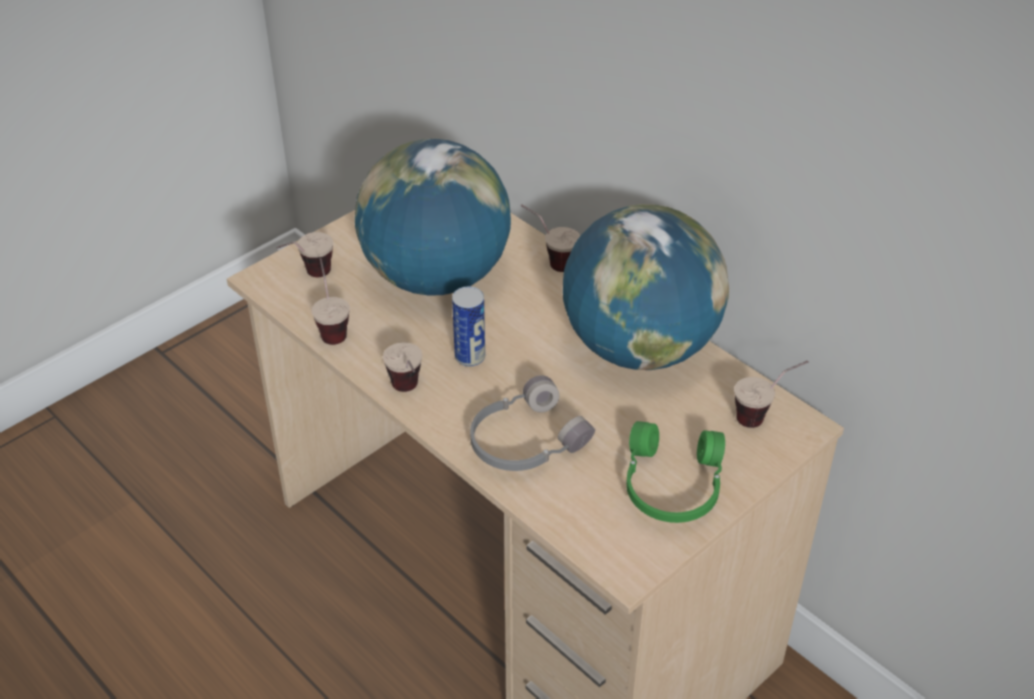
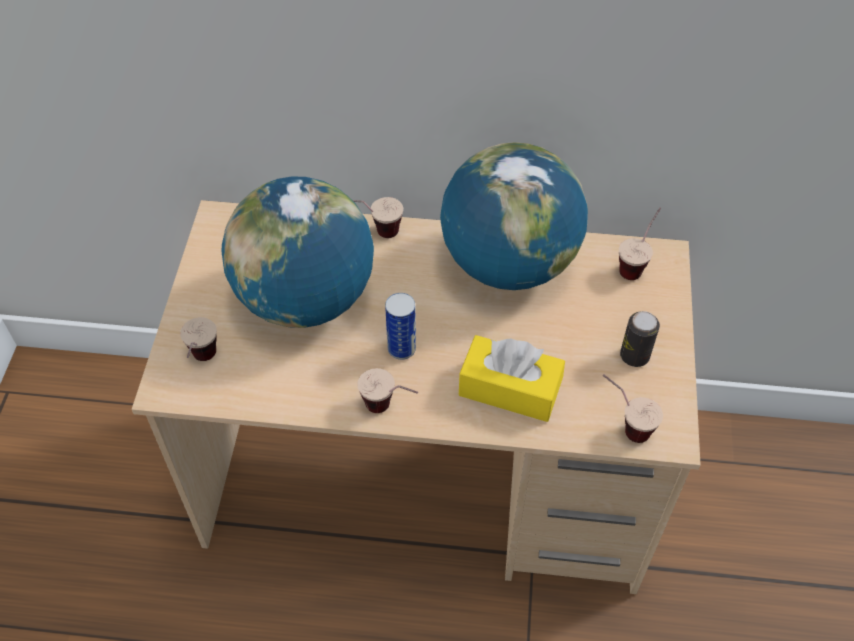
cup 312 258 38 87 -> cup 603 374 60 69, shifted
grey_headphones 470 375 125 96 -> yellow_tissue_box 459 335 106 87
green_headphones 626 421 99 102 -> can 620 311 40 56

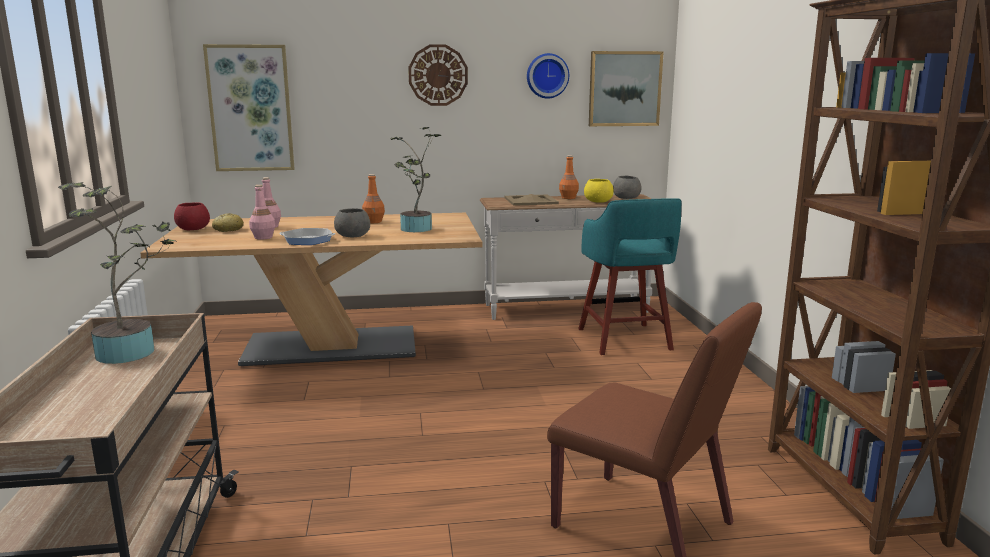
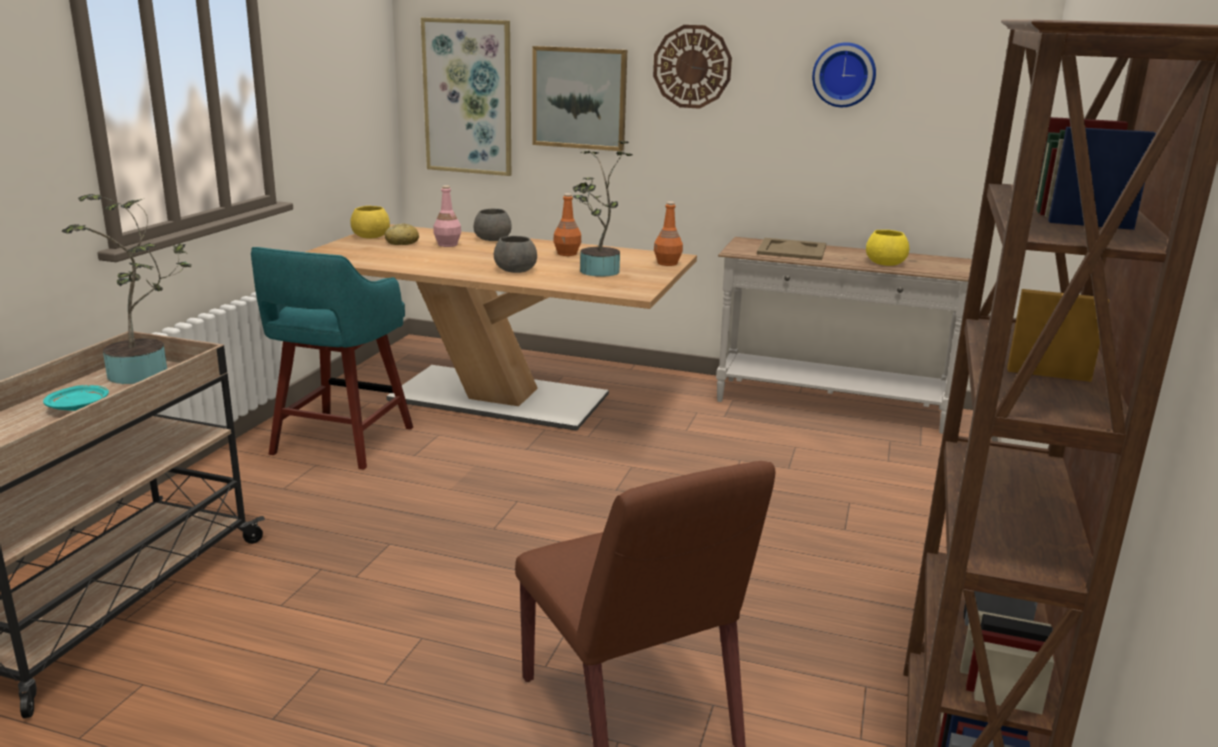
red_bowl 174 203 36 27 -> yellow_bowl 350 206 40 32
pink_bottle 249 185 26 55 -> none
frying_pan 279 228 56 17 -> none
orange_bottle 559 155 20 44 -> orange_bottle 654 201 29 65, shifted
turquoise_stool 578 198 103 157 -> turquoise_stool 251 247 162 223, shifted
picture 589 51 75 75 -> picture 532 46 95 105, shifted
grey_bowl 613 176 29 23 -> grey_bowl 474 209 38 32, shifted
none -> turquoise_plate 43 385 66 26

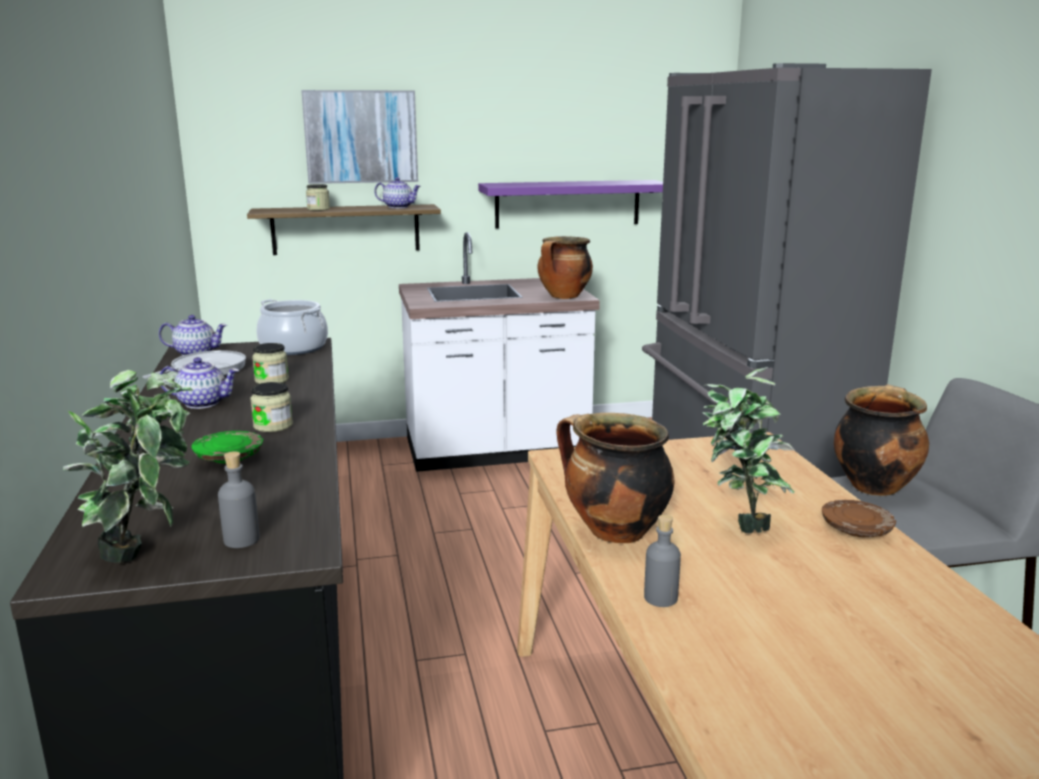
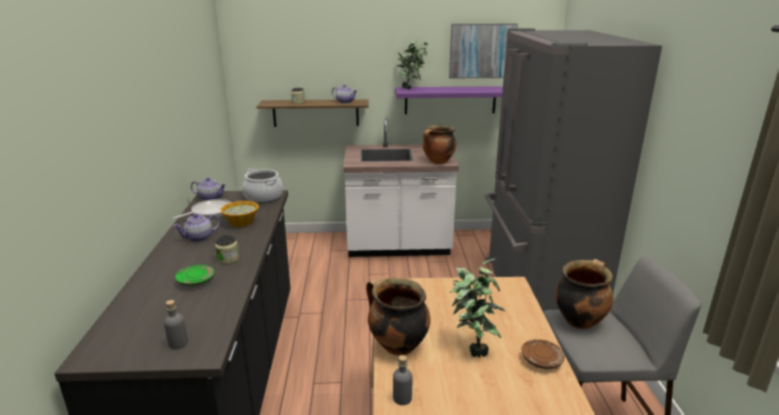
potted_plant 63 370 130 193 -> potted_plant 397 41 31 49, shifted
teapot 160 357 79 52 -> teapot 173 214 47 28, 135 degrees clockwise
jar 252 343 37 41 -> bowl 220 201 39 26
picture 301 90 117 94 -> picture 449 24 69 54, shifted

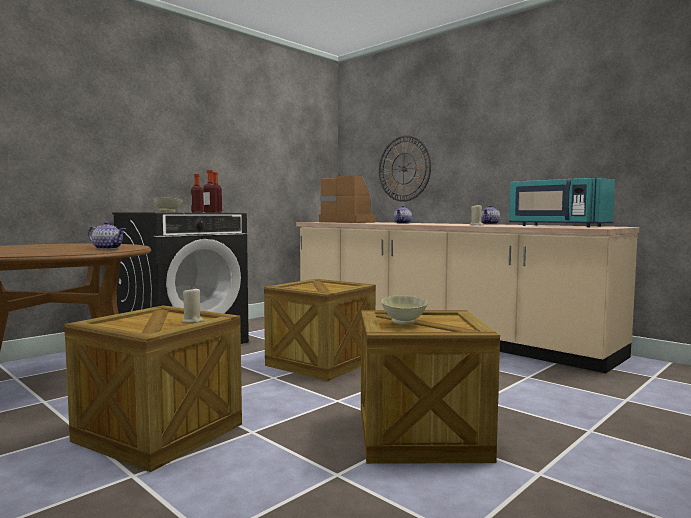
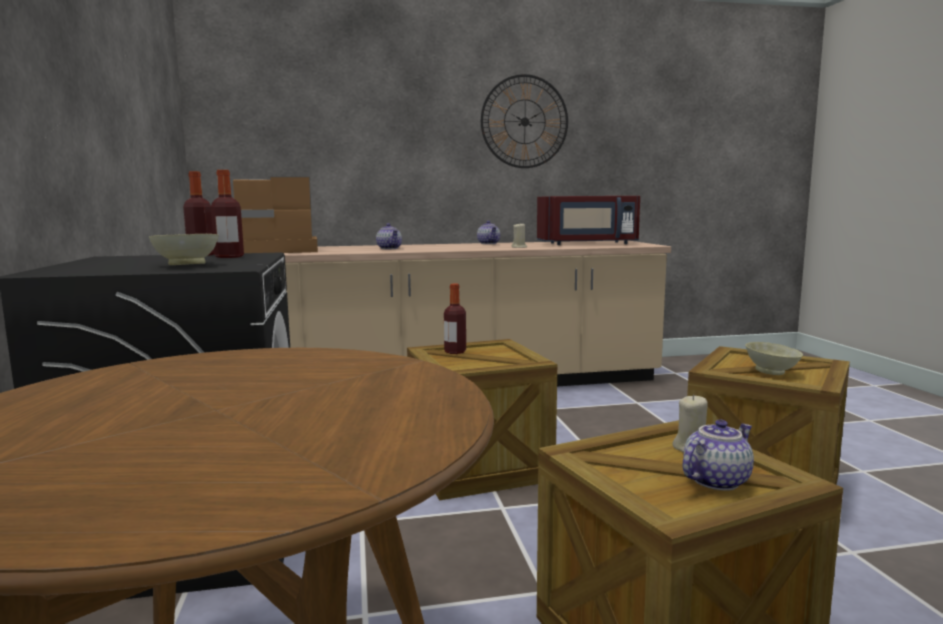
teapot 88 221 37 29 -> teapot 683 419 71 72, shifted
bottle 191 174 13 39 -> bottle 444 284 22 70, shifted
wall_clock 379 135 52 67 -> wall_clock 481 74 87 94, shifted
turquoise_microwave 509 178 106 49 -> red_microwave 537 196 103 49

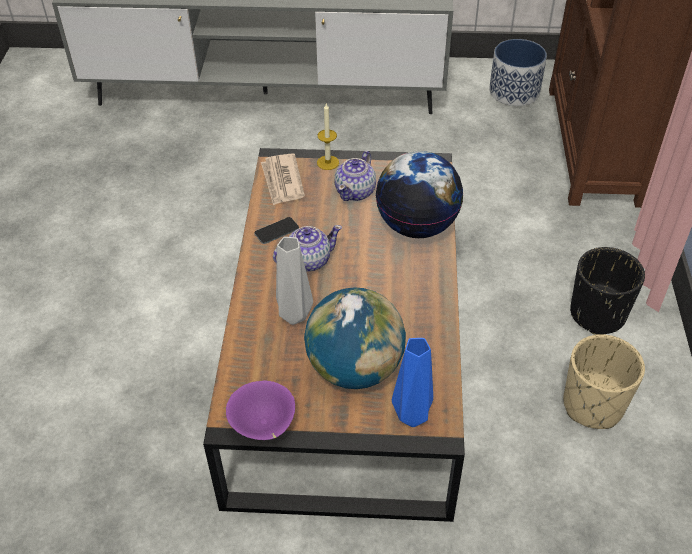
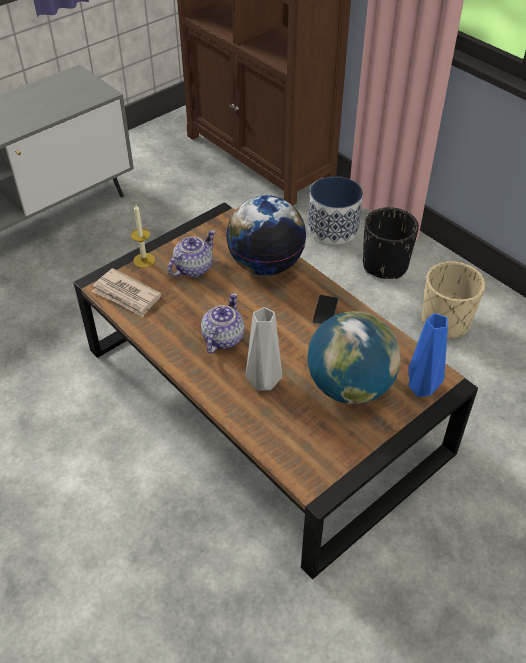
purple_bowl 226 380 69 60 -> none
phone 254 217 45 27 -> phone 312 295 26 30, shifted
teapot 335 151 41 50 -> teapot 168 230 48 47, 120 degrees counterclockwise
planter 489 39 58 67 -> planter 308 176 55 68, shifted

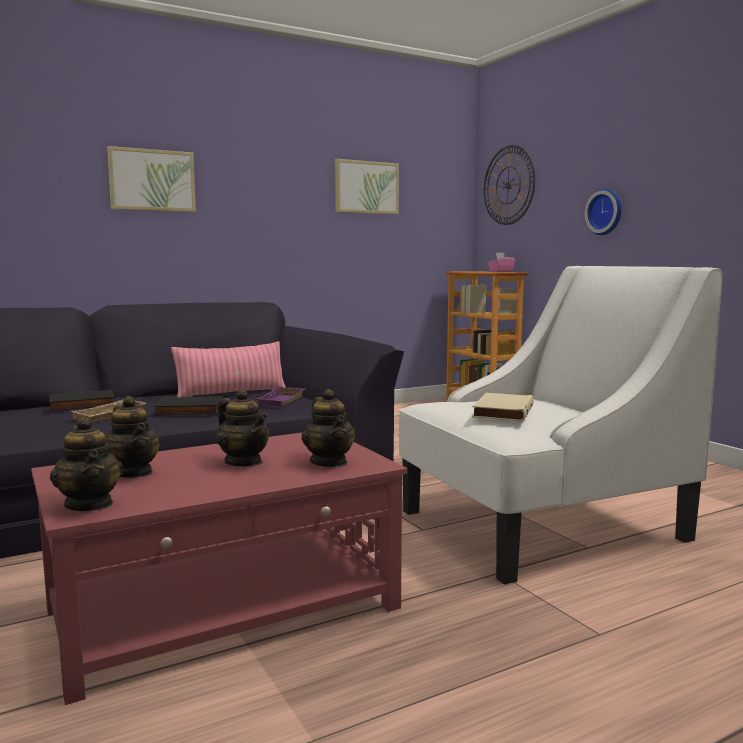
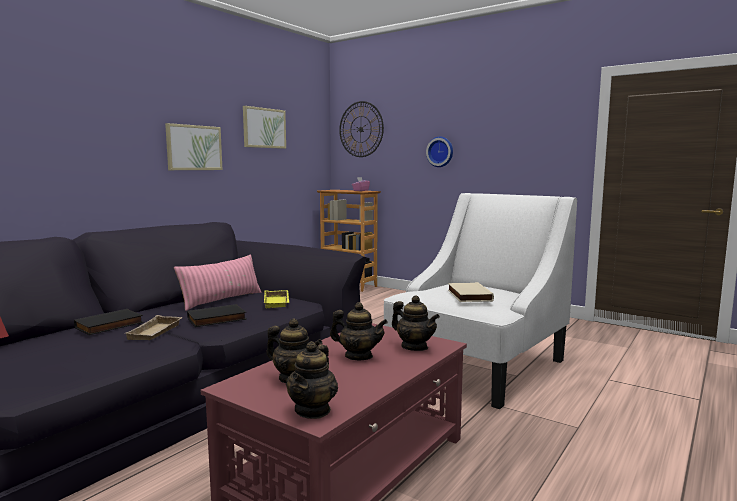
teapot 50 417 73 94 -> teapot 286 341 52 78, 75 degrees clockwise
picture 107 146 89 66 -> picture 165 123 58 47, shifted
purple_tray 255 386 51 20 -> yellow_tray 264 290 25 18

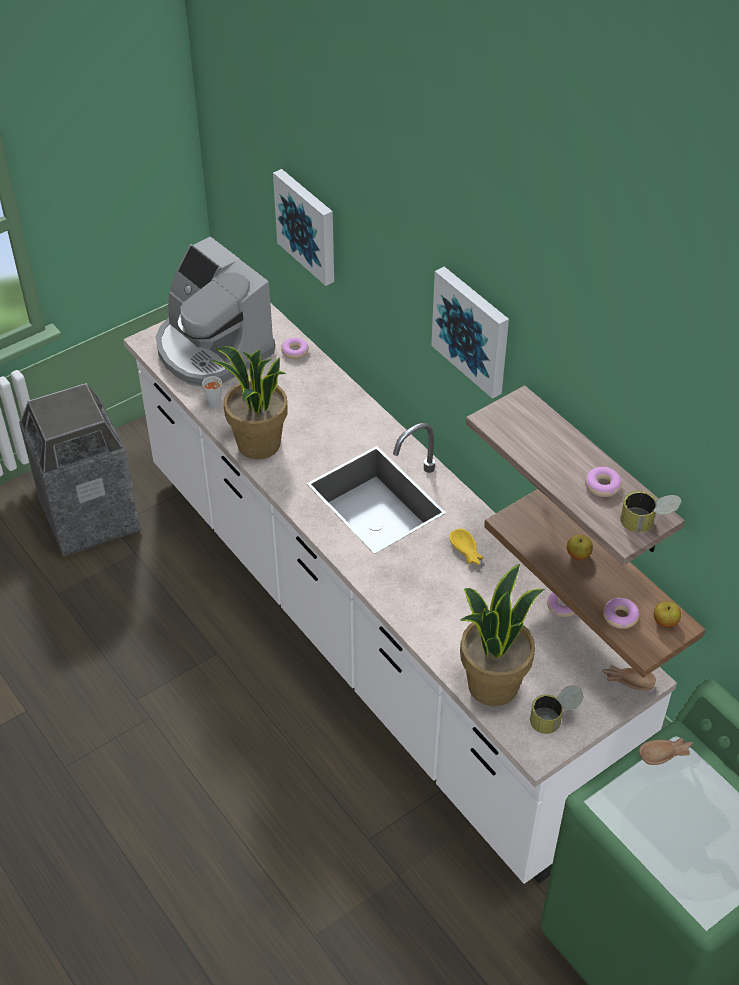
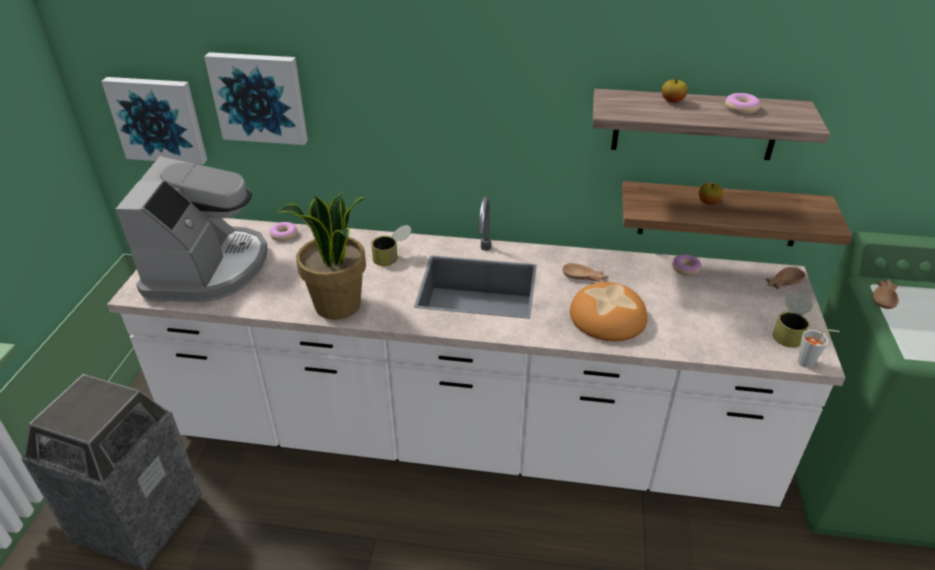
coffee_machine 156 236 119 151 -> coffee_machine 116 156 152 146, 90 degrees counterclockwise
grey_cup 202 376 20 32 -> grey_cup 798 330 41 38, shifted
picture 431 267 78 132 -> picture 101 77 106 88, shifted
yellow_bowl 449 529 34 36 -> brown_bowl 562 263 47 19
potted_plant 460 564 85 142 -> none
donut 603 598 37 31 -> none
can 620 491 62 42 -> can 371 225 41 41, shifted
apple 654 601 27 27 -> apple 662 79 26 24, shifted
none -> bread 570 282 77 59

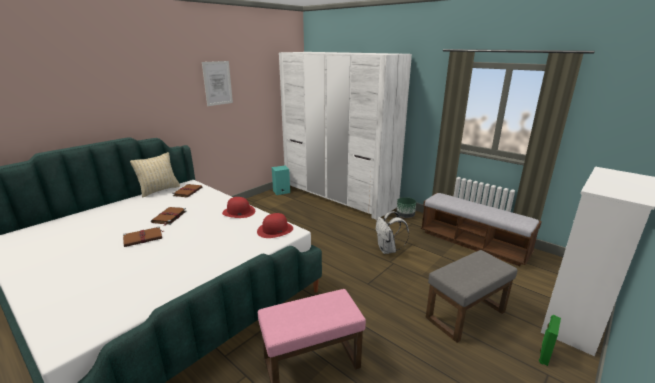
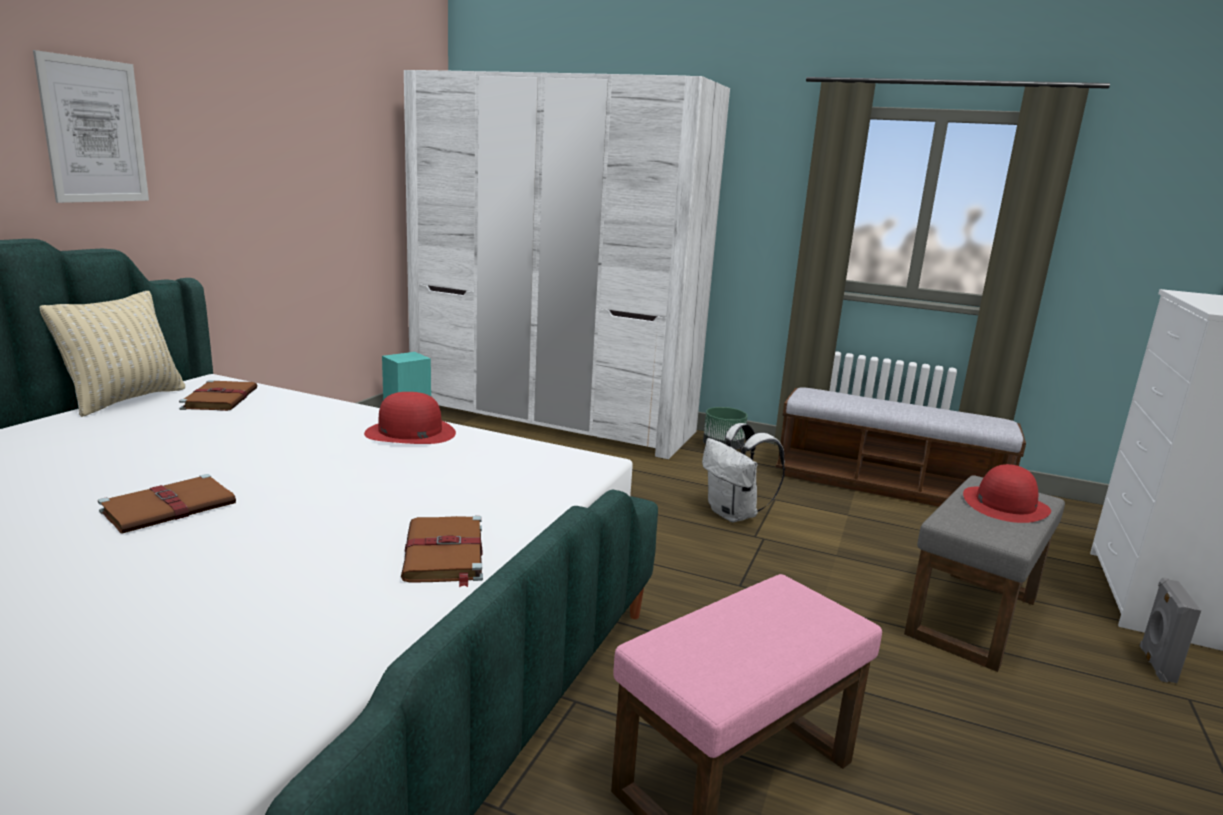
brown_book 151 207 36 19 -> brown_book 401 516 82 71, shifted
picture 202 61 31 45 -> picture 33 50 116 153, shifted
red_hat 257 213 36 25 -> red_hat 963 464 88 59, shifted
green_speaker 539 315 22 51 -> grey_speaker 1140 577 61 106

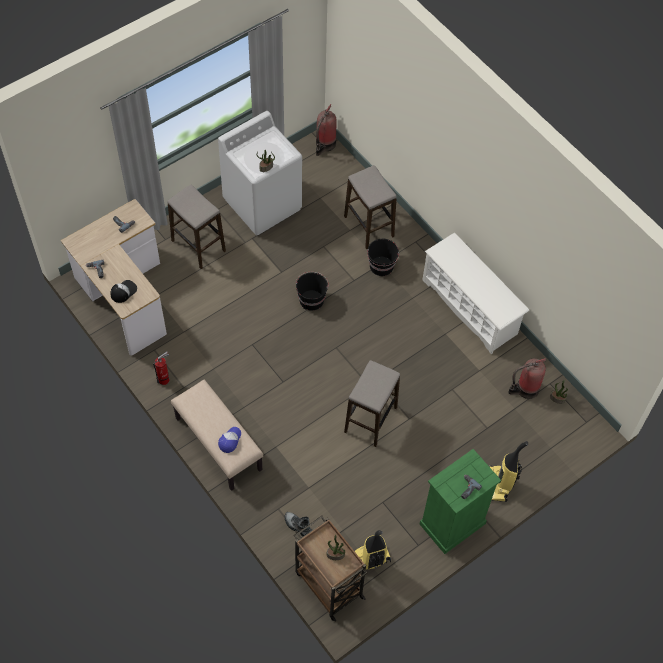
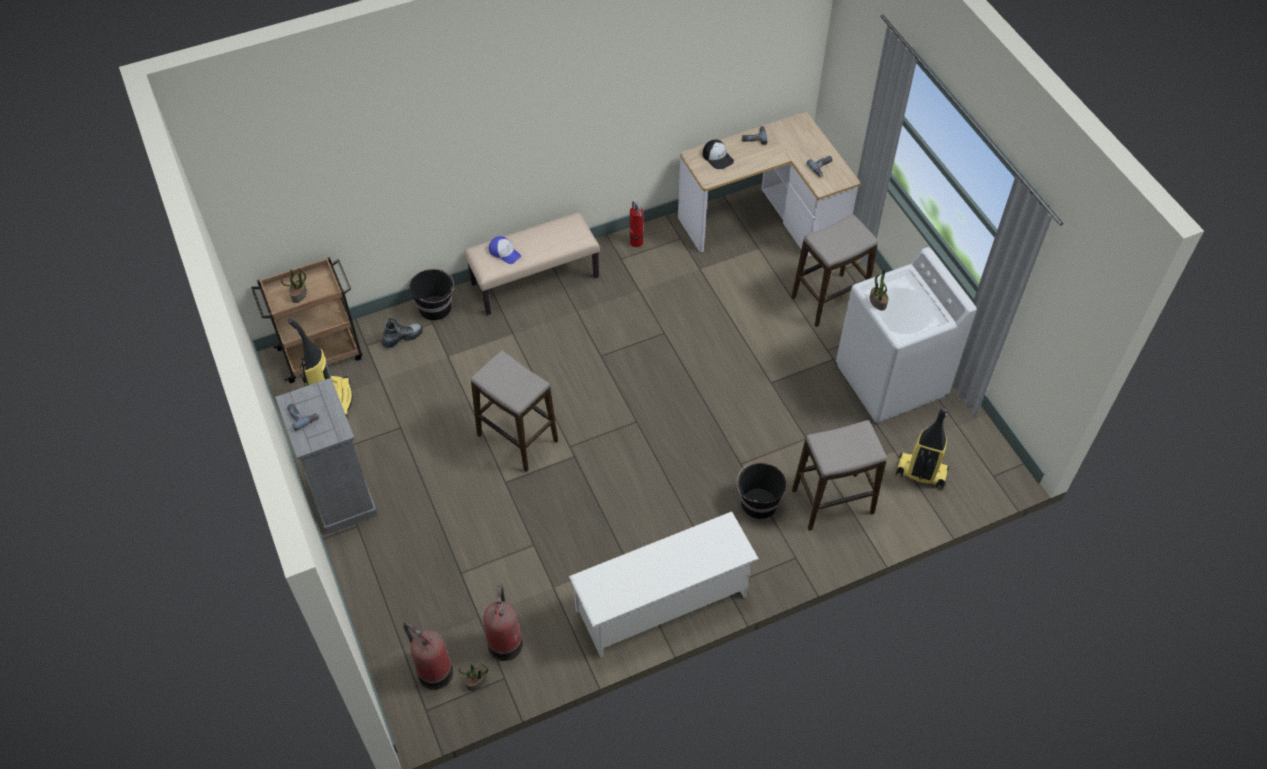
black_bucket 296 272 33 39 -> black_bucket 410 269 44 52, shifted
fire_extinguisher 316 104 20 52 -> fire_extinguisher 403 622 50 68, shifted
green_dresser 420 449 81 105 -> grey_dresser 275 378 103 156
vacuum_cleaner 489 441 39 61 -> vacuum_cleaner 896 408 53 81, shifted

